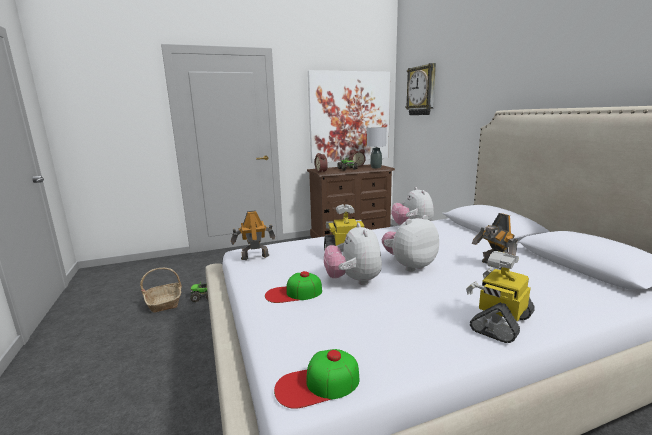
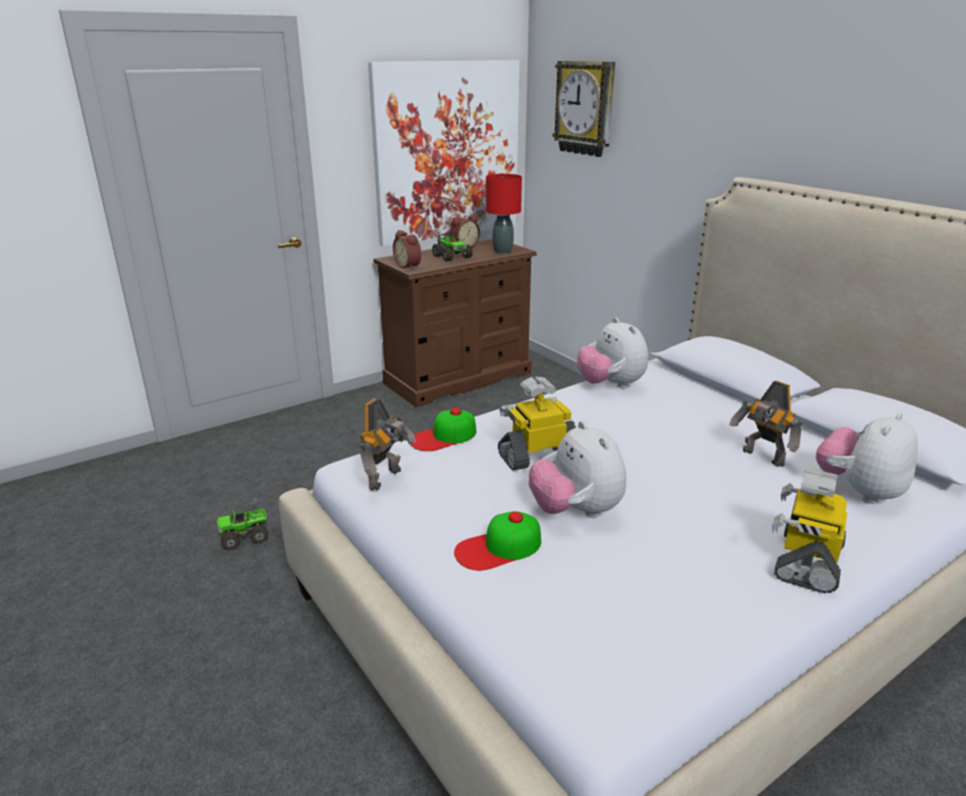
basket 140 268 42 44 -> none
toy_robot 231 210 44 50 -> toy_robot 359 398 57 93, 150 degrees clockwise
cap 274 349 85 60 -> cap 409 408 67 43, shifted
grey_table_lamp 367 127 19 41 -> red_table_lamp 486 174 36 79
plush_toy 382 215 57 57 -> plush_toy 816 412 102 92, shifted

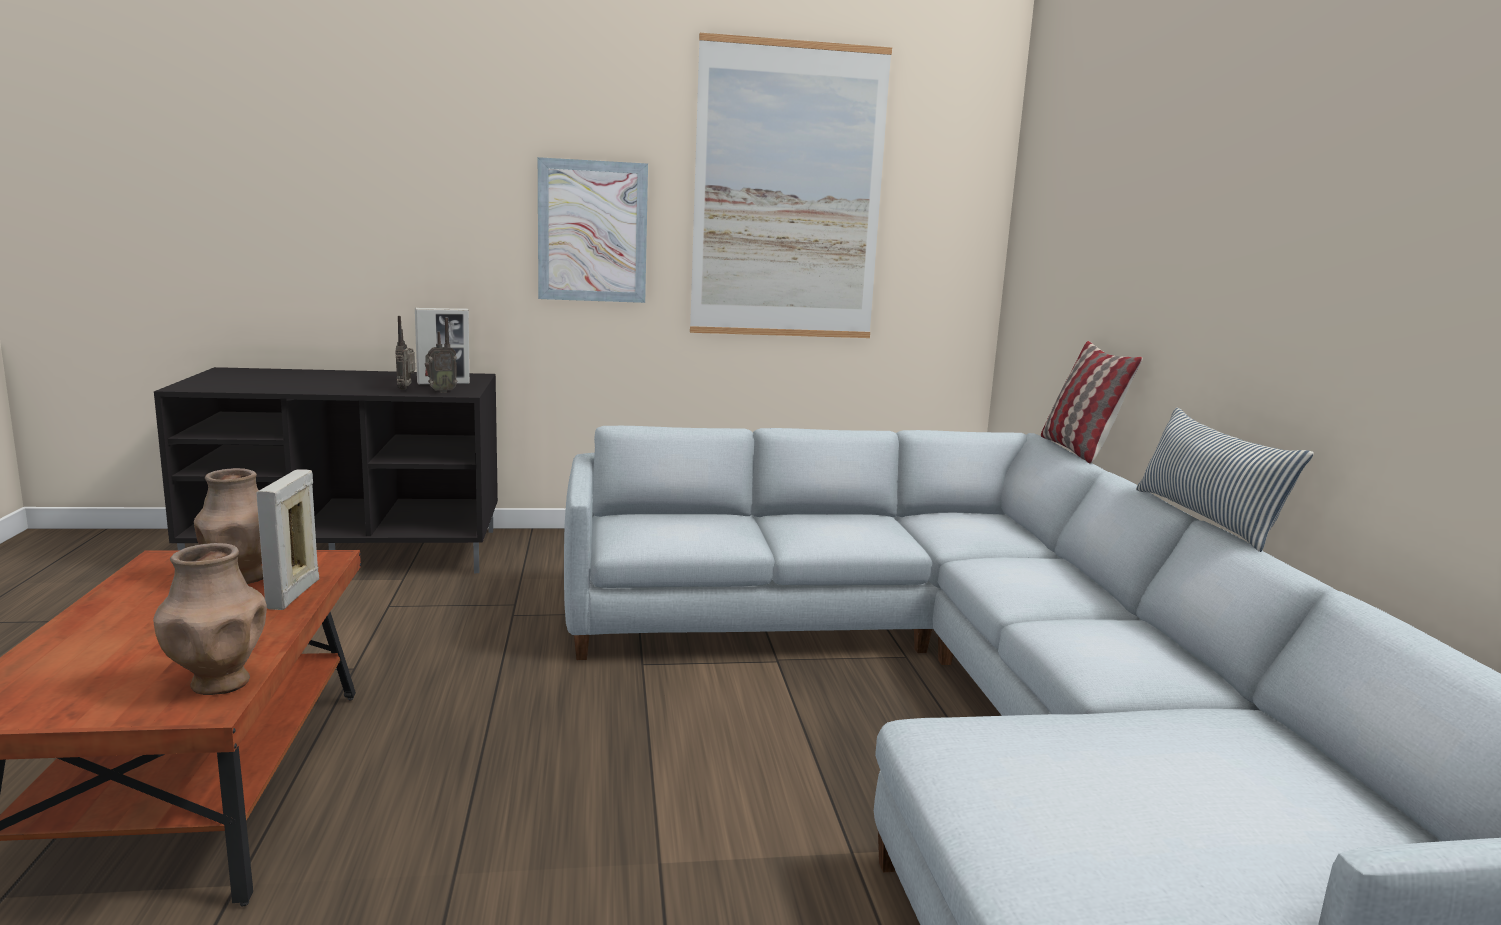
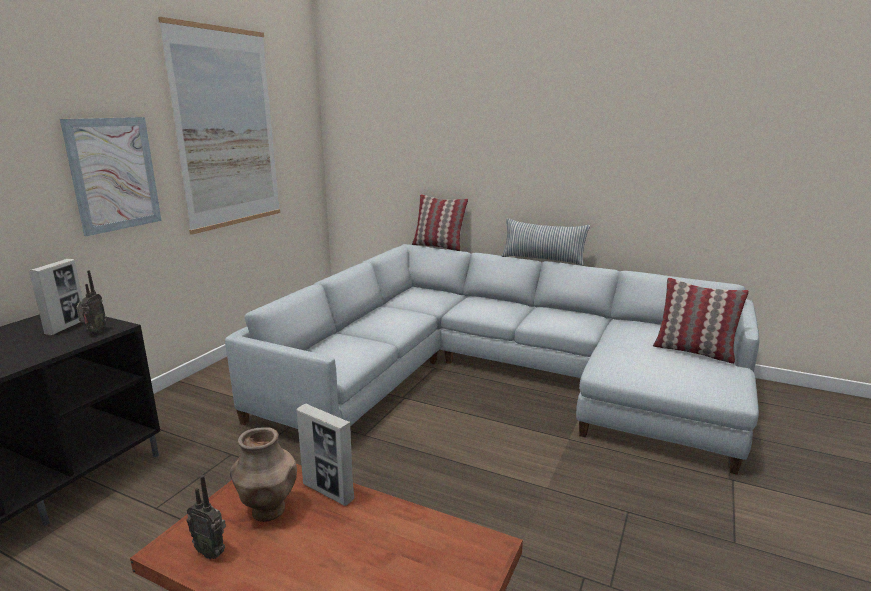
brown_vase 153 543 114 152 -> none
radio 396 316 19 74 -> radio 187 475 39 84, shifted
none -> pillow 653 278 96 86

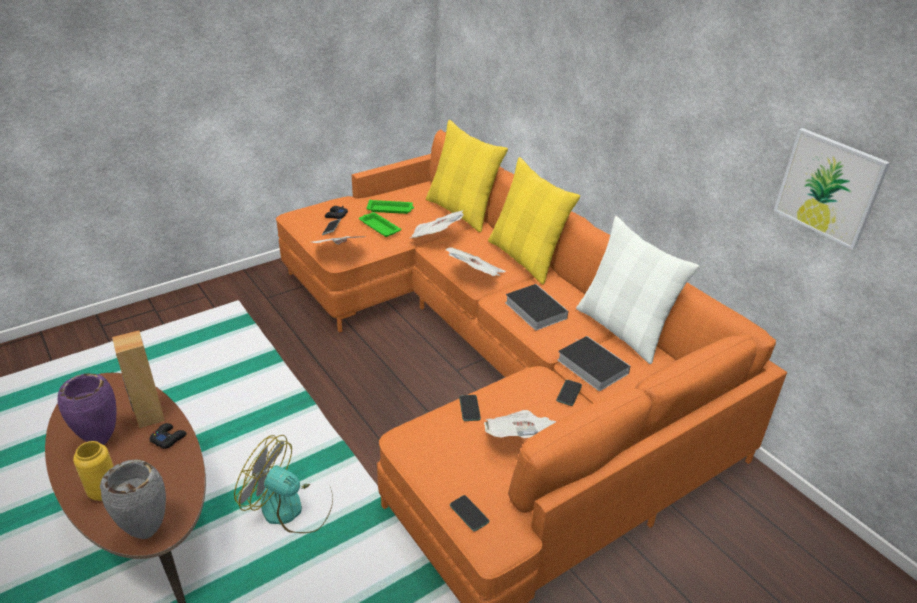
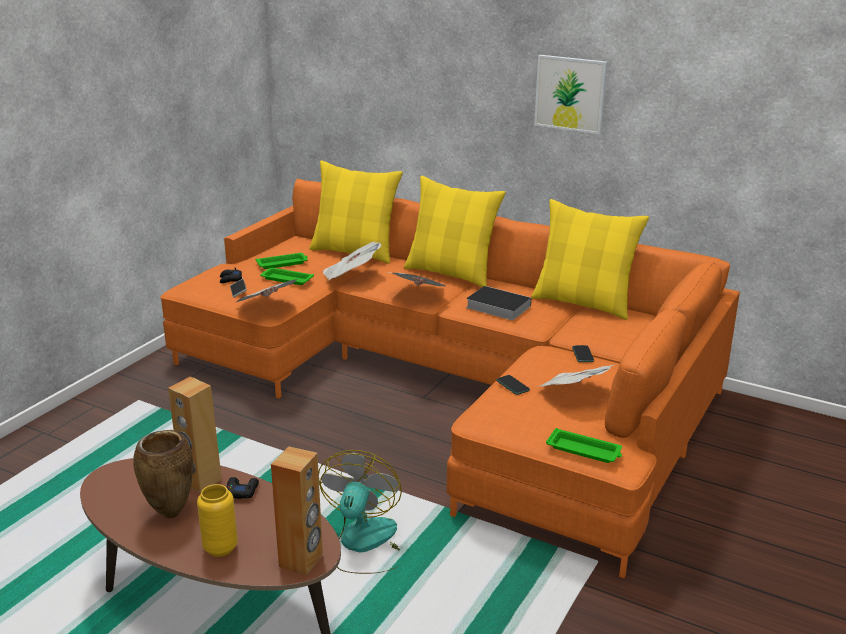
purple_vase 57 373 59 72 -> brown_vase 133 430 60 88
grey_vase 100 459 66 80 -> brown_speaker 271 446 52 129
fan 234 435 99 98 -> fan 319 450 86 124, 105 degrees clockwise
phone 450 495 39 36 -> green_tray 546 428 76 35
book 557 336 74 55 -> none
white_pillow 576 216 123 148 -> yellow_pillow 531 199 118 121
picture 774 128 116 122 -> picture 534 55 73 79, shifted

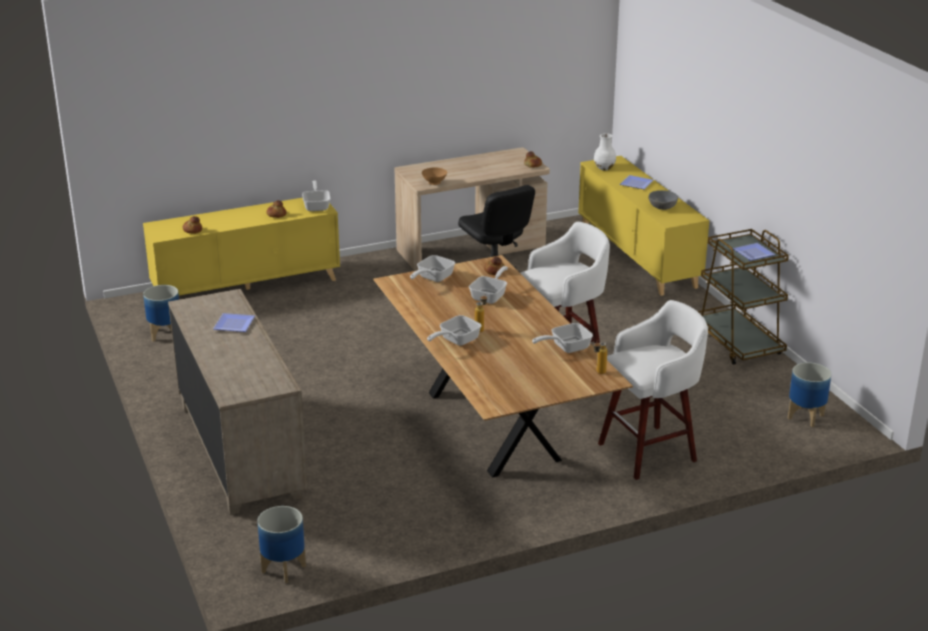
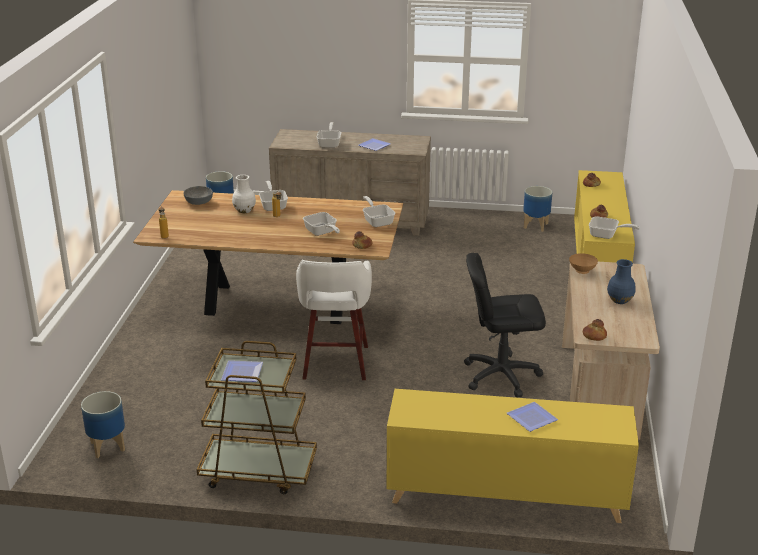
frying_pan 532 323 61 30 -> frying_pan 316 122 26 26, shifted
white_vase 594 133 22 37 -> white_vase 232 175 24 38, shifted
white_stool 598 300 110 180 -> none
grey_bowl 649 190 29 20 -> grey_bowl 184 186 29 19, shifted
none -> blue_vase 607 259 29 45

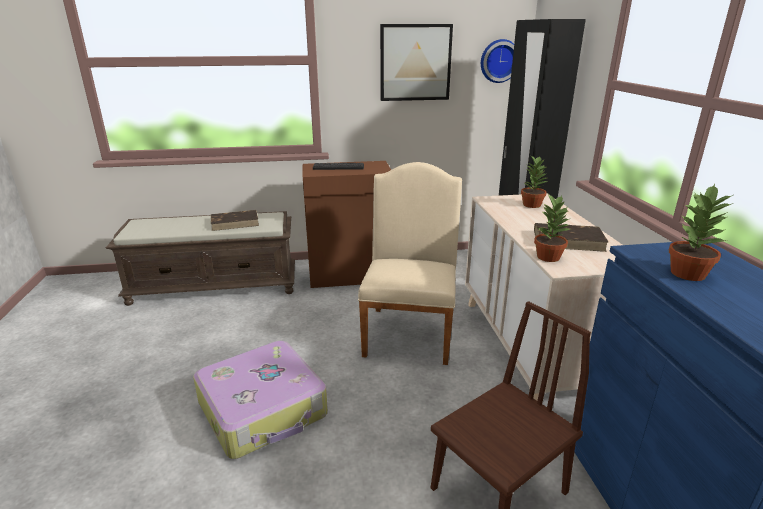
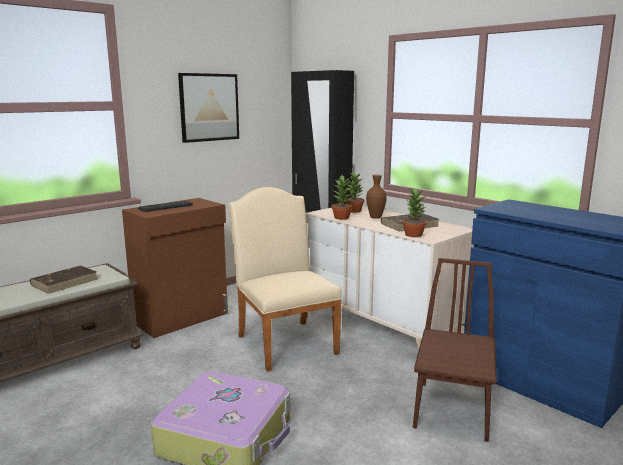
wall_clock 481 39 33 44 -> none
potted_plant 669 184 64 97 -> potted_plant 332 175 20 45, shifted
none -> brown_vase 366 175 21 44

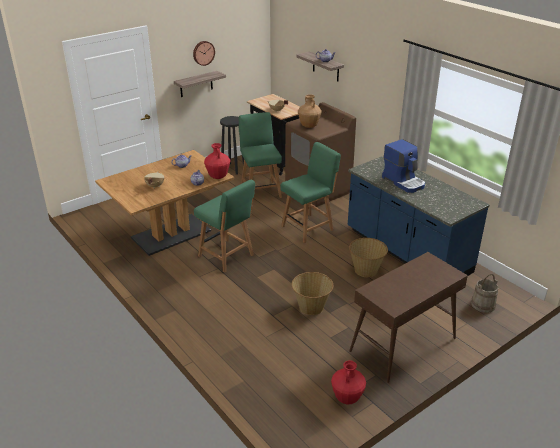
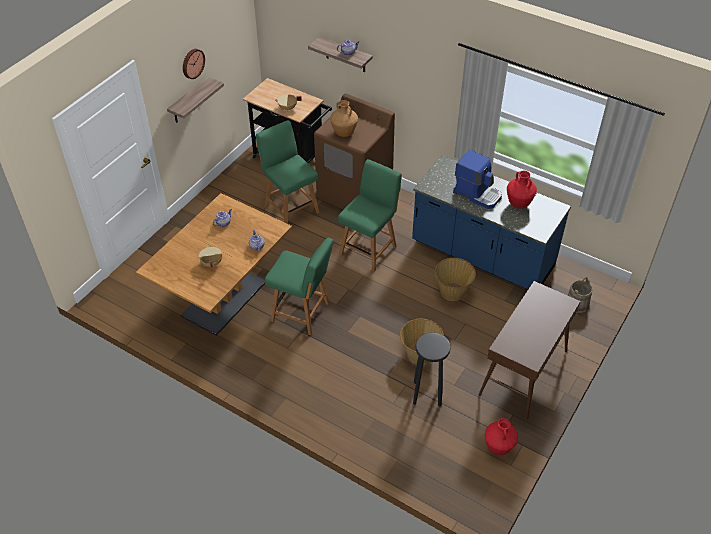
red_vase 204 143 26 36 -> red_vase 507 171 30 38, shifted
black_stool 220 116 24 59 -> black_stool 413 332 38 74, shifted

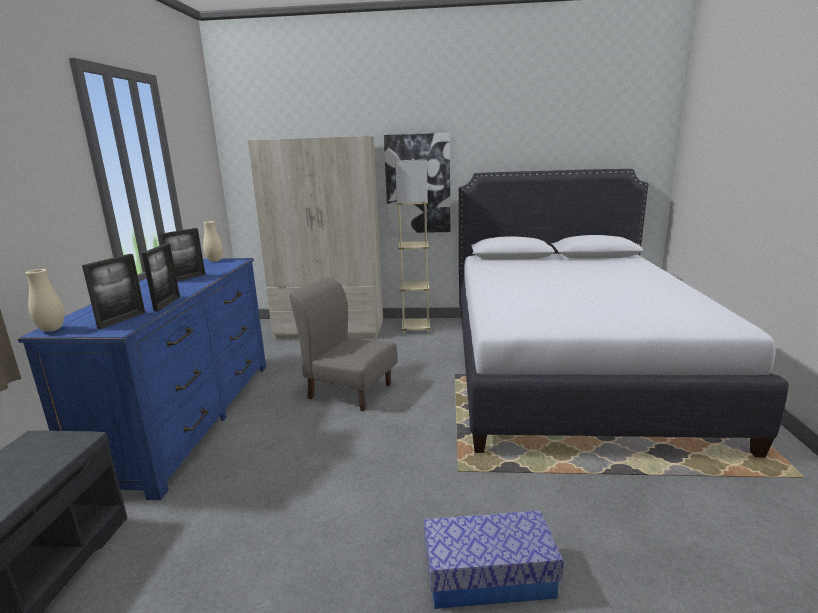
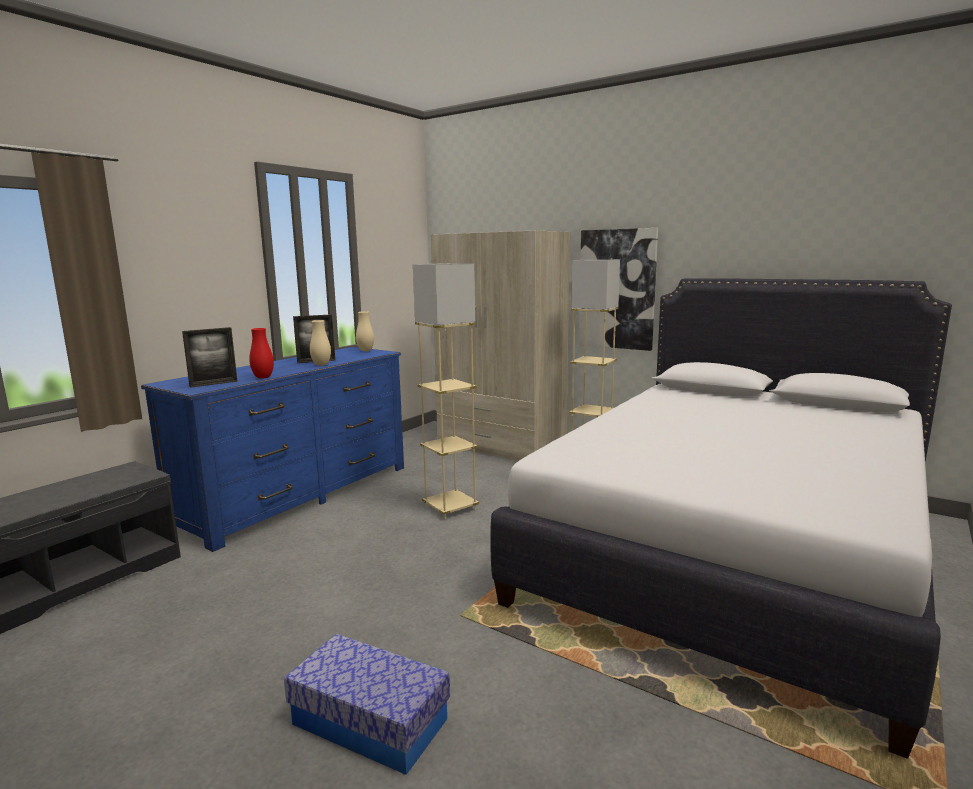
beige_vase 26 269 38 63 -> beige_vase 310 320 21 46, shifted
picture_frame 142 243 38 69 -> red_vase 249 328 25 51
grey_chair 289 277 108 134 -> beige_floor_lamp 413 263 66 257

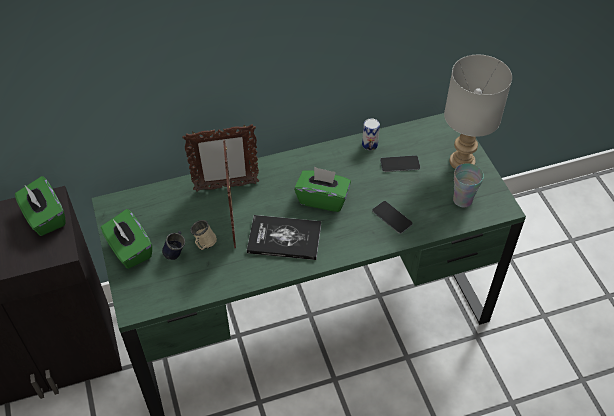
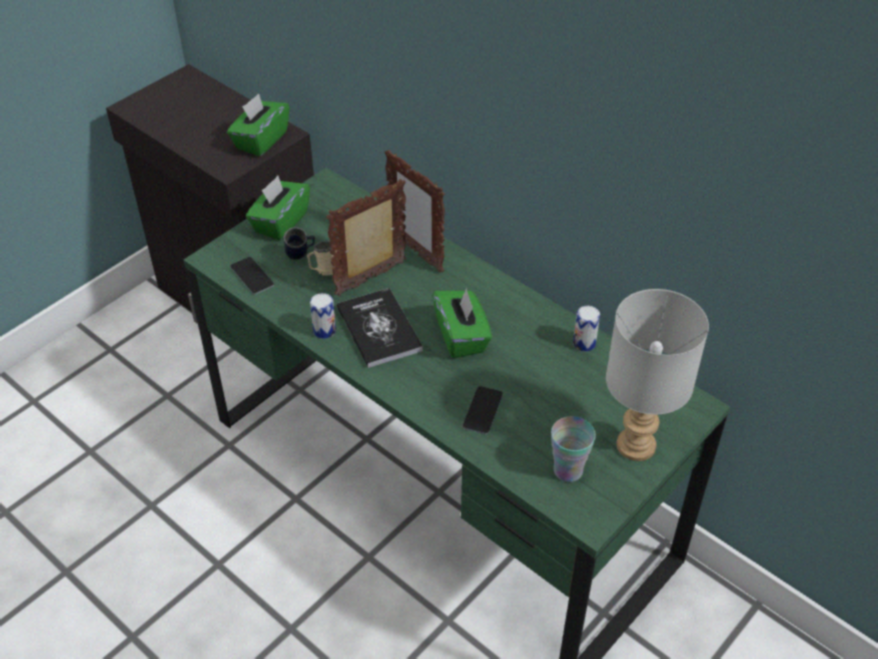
phone 380 155 40 17 -> phone 230 257 44 38, shifted
none -> can 310 293 26 46

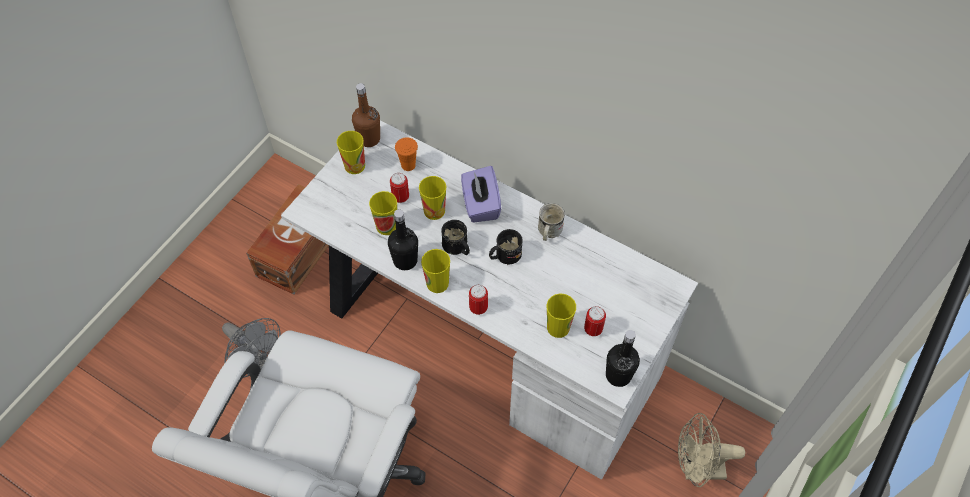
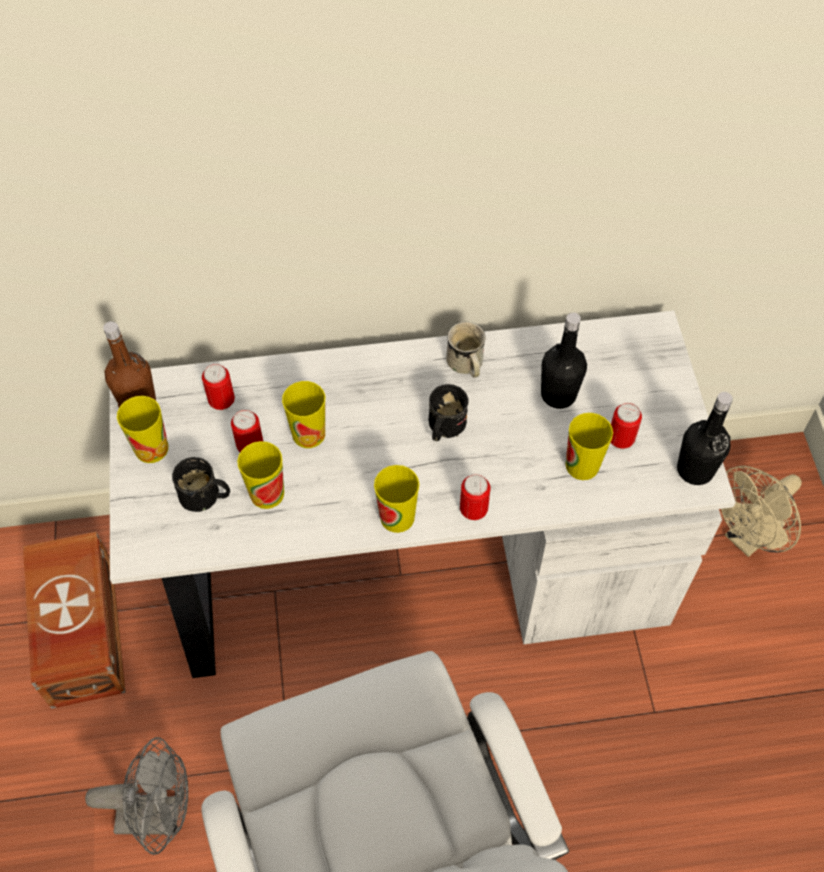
black_bottle 388 209 30 61 -> black_bottle 541 312 46 97, shifted
orange_cup 395 137 23 34 -> can 202 364 33 46
black_mug 441 220 29 35 -> black_mug 172 457 58 55, shifted
purple_tissue_box 461 166 40 57 -> none

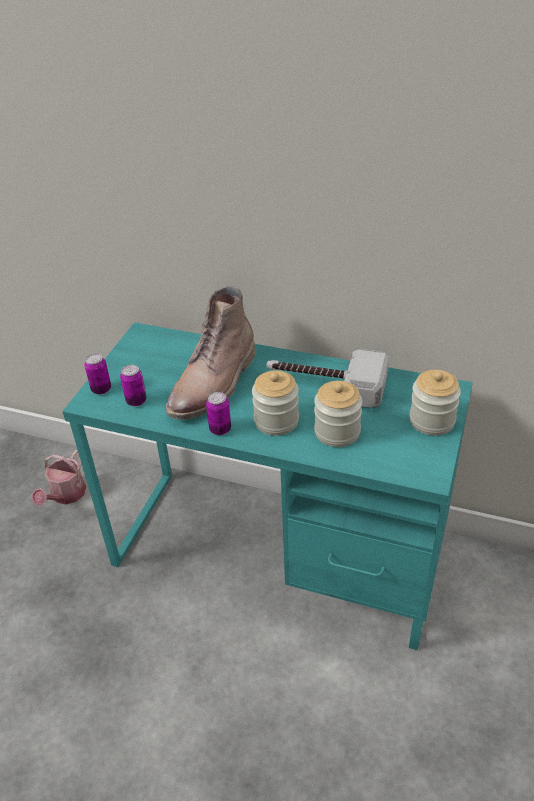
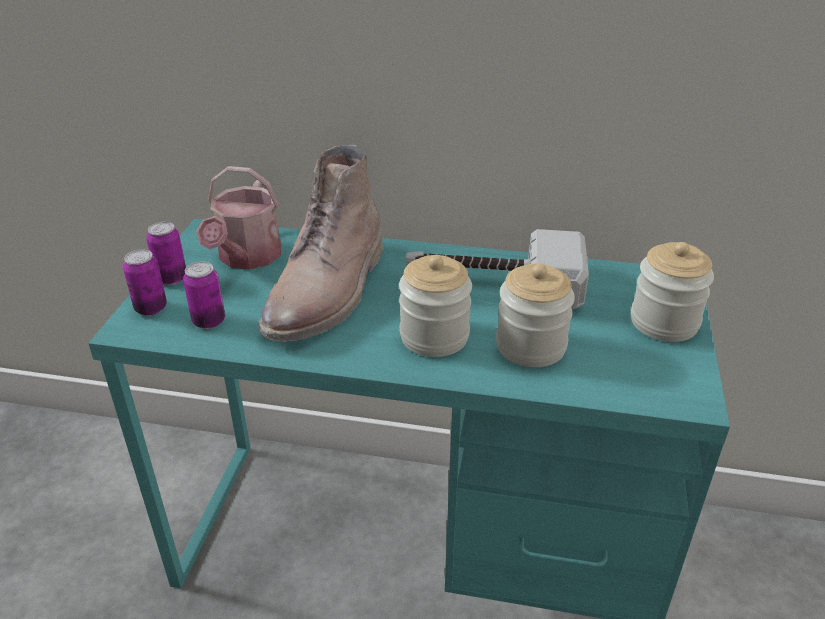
watering_can 31 450 55 56 -> watering_can 196 166 85 104, shifted
can 206 392 25 43 -> can 146 222 40 63, shifted

